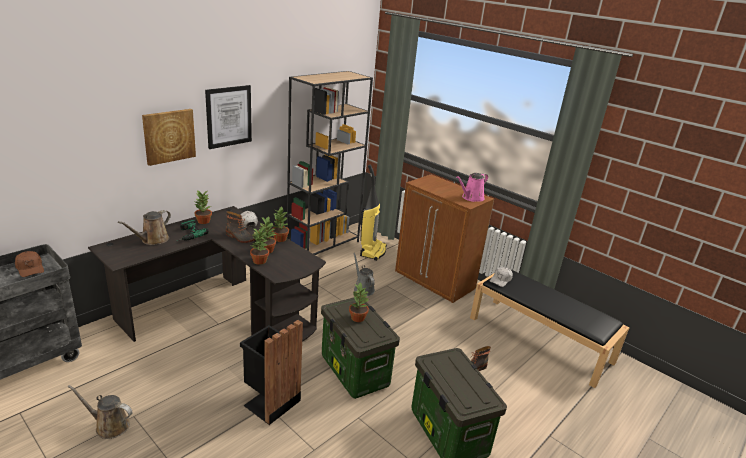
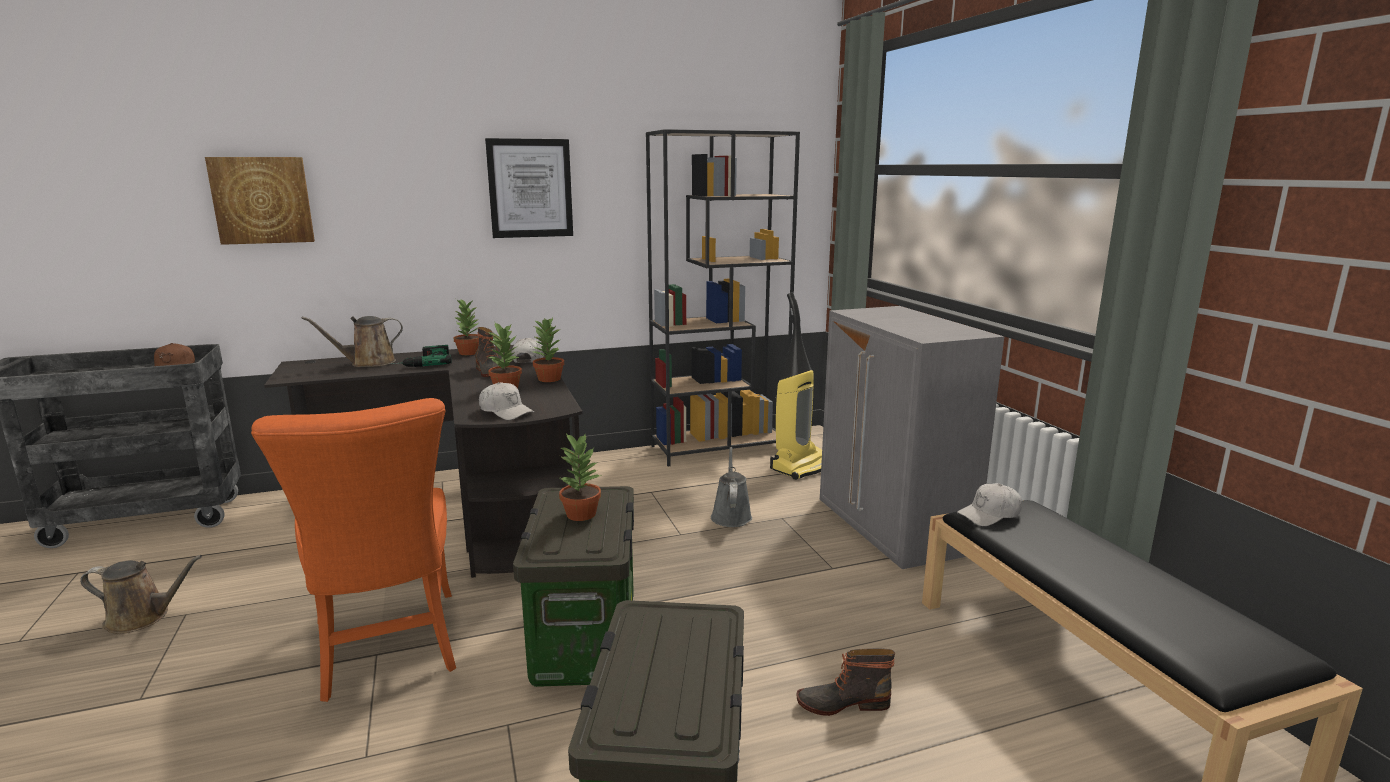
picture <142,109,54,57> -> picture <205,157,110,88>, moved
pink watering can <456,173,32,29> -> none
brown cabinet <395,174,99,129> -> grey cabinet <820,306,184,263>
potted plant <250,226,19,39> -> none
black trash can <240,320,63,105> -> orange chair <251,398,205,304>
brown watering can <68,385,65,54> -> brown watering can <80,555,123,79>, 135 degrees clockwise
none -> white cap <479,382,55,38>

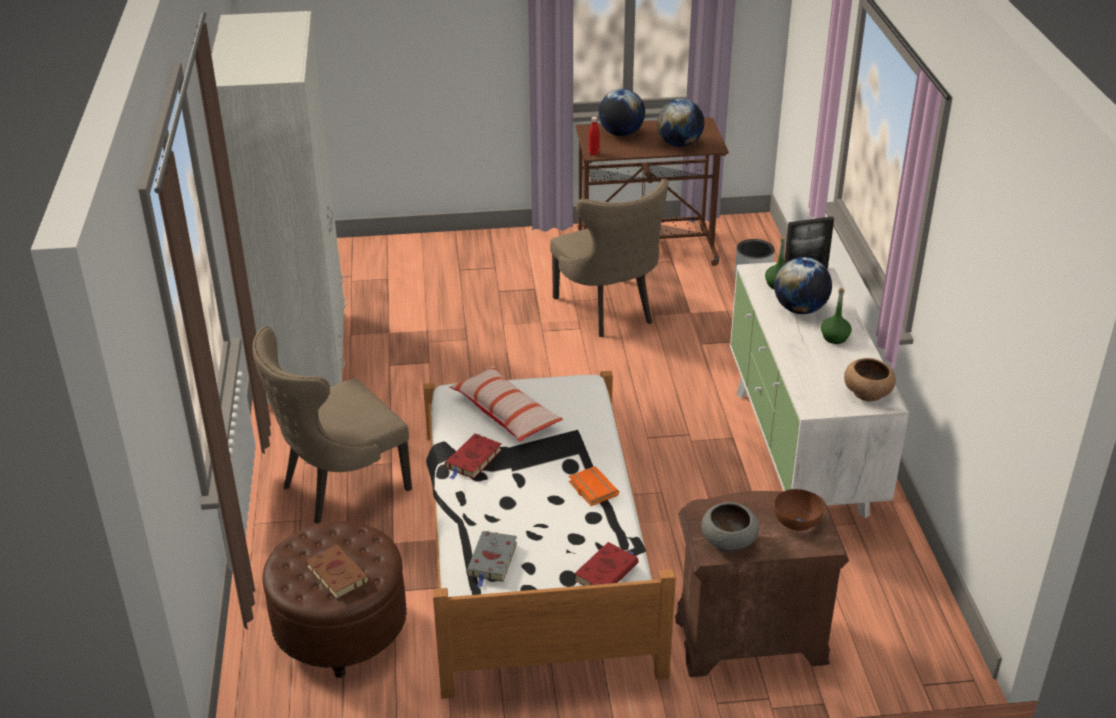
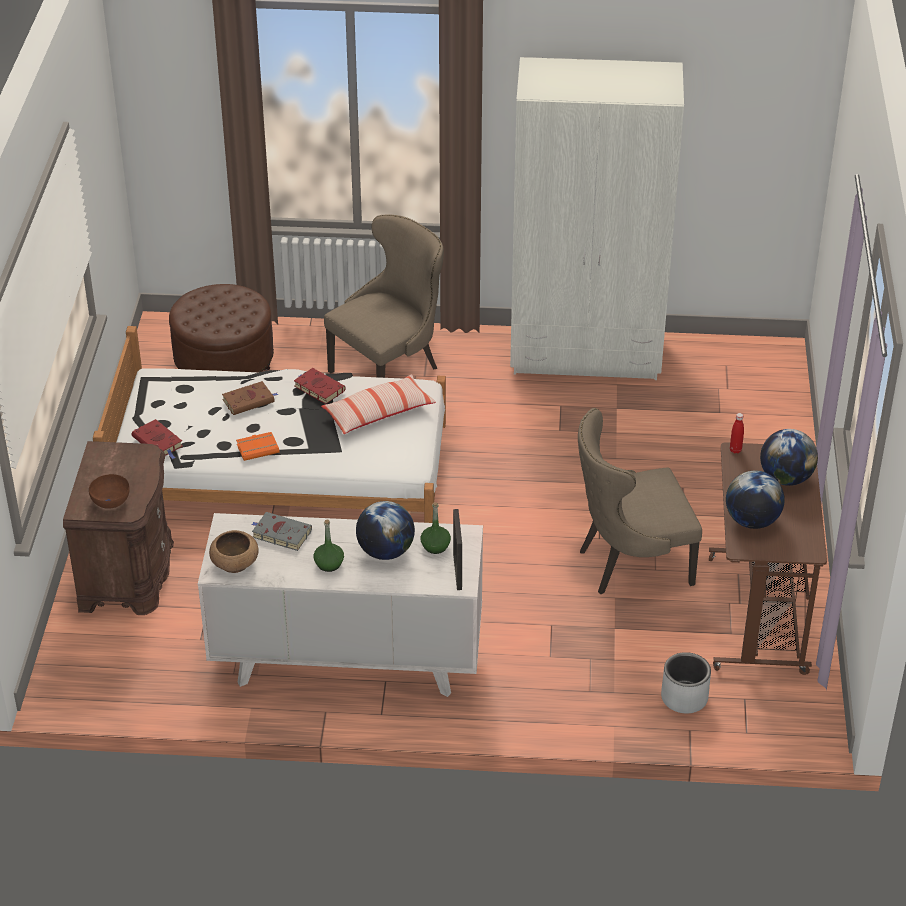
beige chair <253,327,159,197> -> beige chair <324,214,120,164>, 75 degrees clockwise
grey bowl <701,502,58,50> -> none
grey book <466,531,51,57> -> grey book <251,512,61,39>, moved
brown book <306,545,63,54> -> brown book <222,381,57,34>, moved

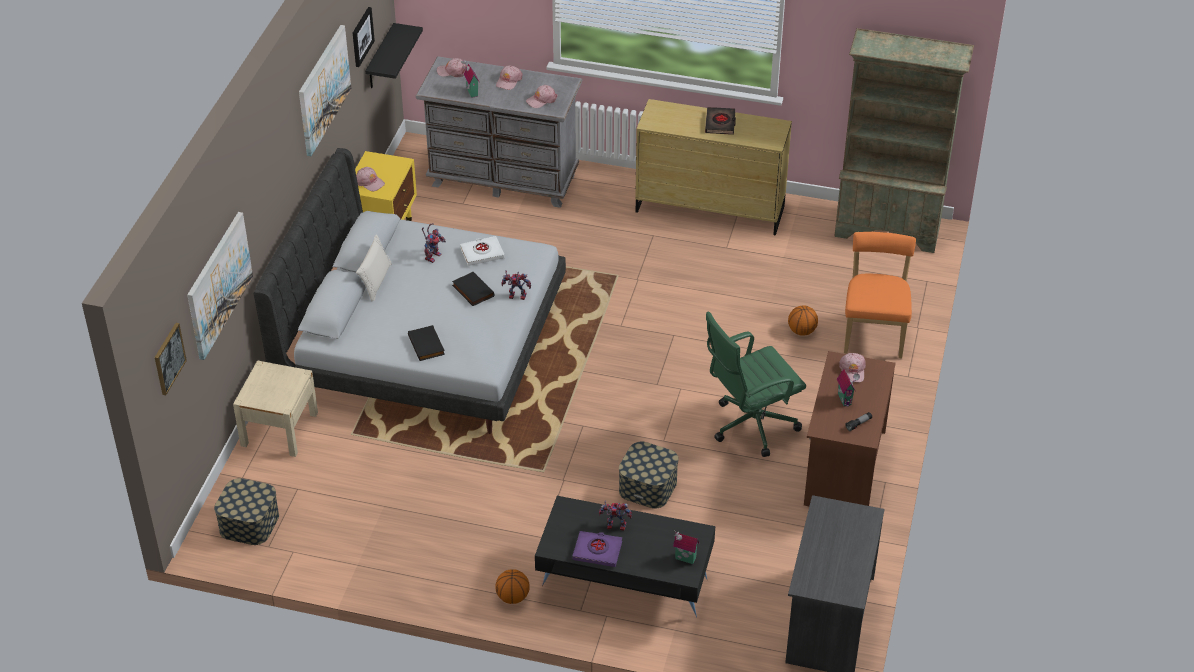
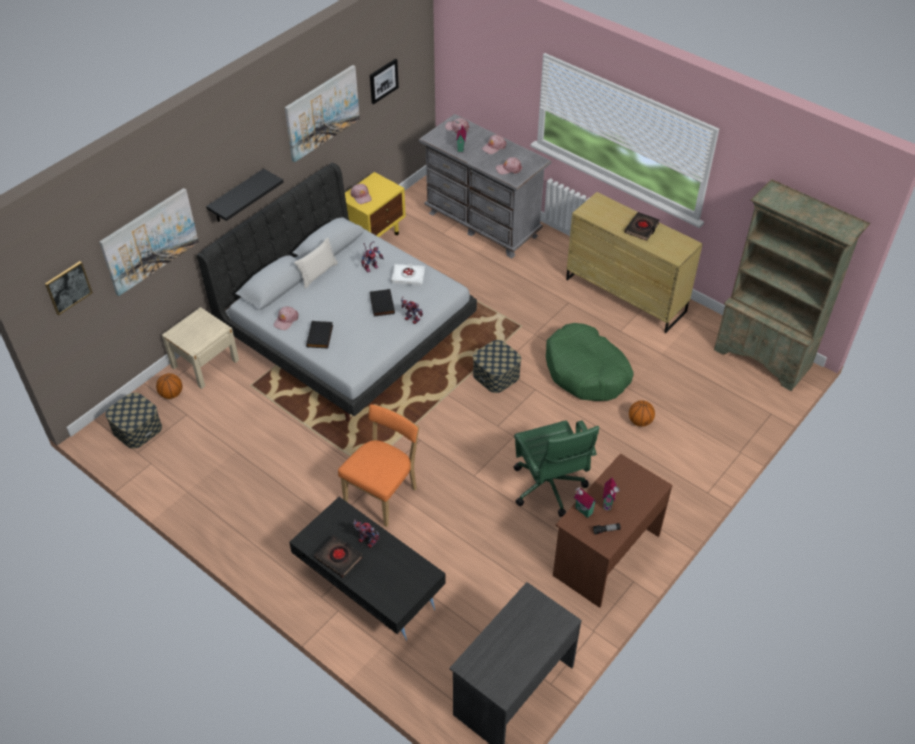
black shelf <365,23,58,65> -> black shelf <206,169,78,53>, moved
orange chair <844,232,72,126> -> orange chair <338,404,81,123>, moved
green office chair <706,311,100,146> -> green office chair <514,420,85,97>, 105 degrees counterclockwise
pink cap <839,353,27,29> -> pink cap <274,306,25,24>, moved
storage box <619,442,60,66> -> storage box <473,340,48,53>, moved
toy house <673,530,26,34> -> toy house <574,485,23,33>, moved
purple book <572,531,50,36> -> black book <314,535,49,43>
basketball <495,569,35,35> -> basketball <156,373,26,26>, moved
none -> green dog bed <546,323,88,78>

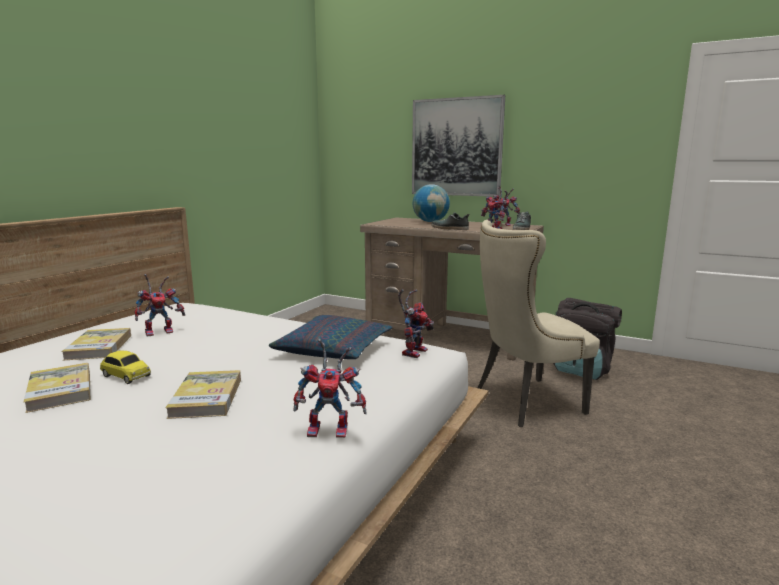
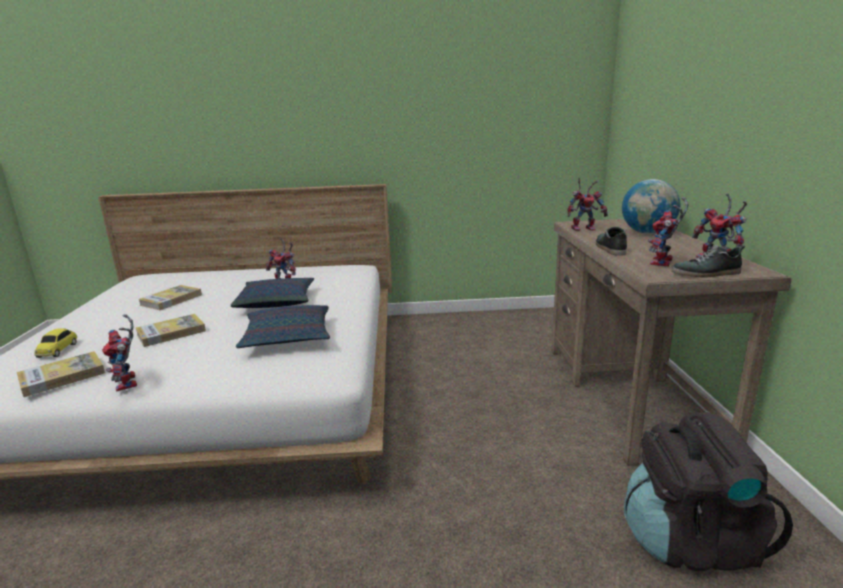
picture <412,95,93,102> -> none
beige chair <478,220,122,208> -> none
toy robot <398,290,36,68> -> toy robot <567,177,41,54>, moved
book <61,328,70,32> -> book <17,351,88,46>, moved
toy car <100,351,51,33> -> toy car <34,328,43,30>, moved
none -> blue pillow <231,278,83,30>

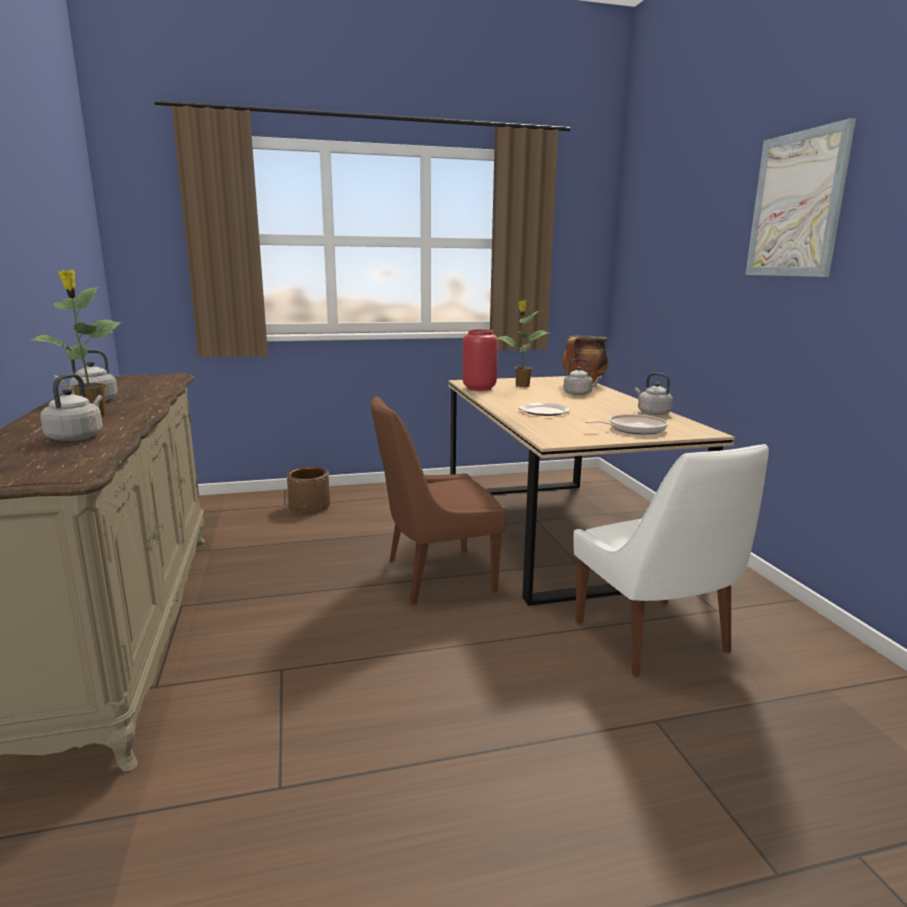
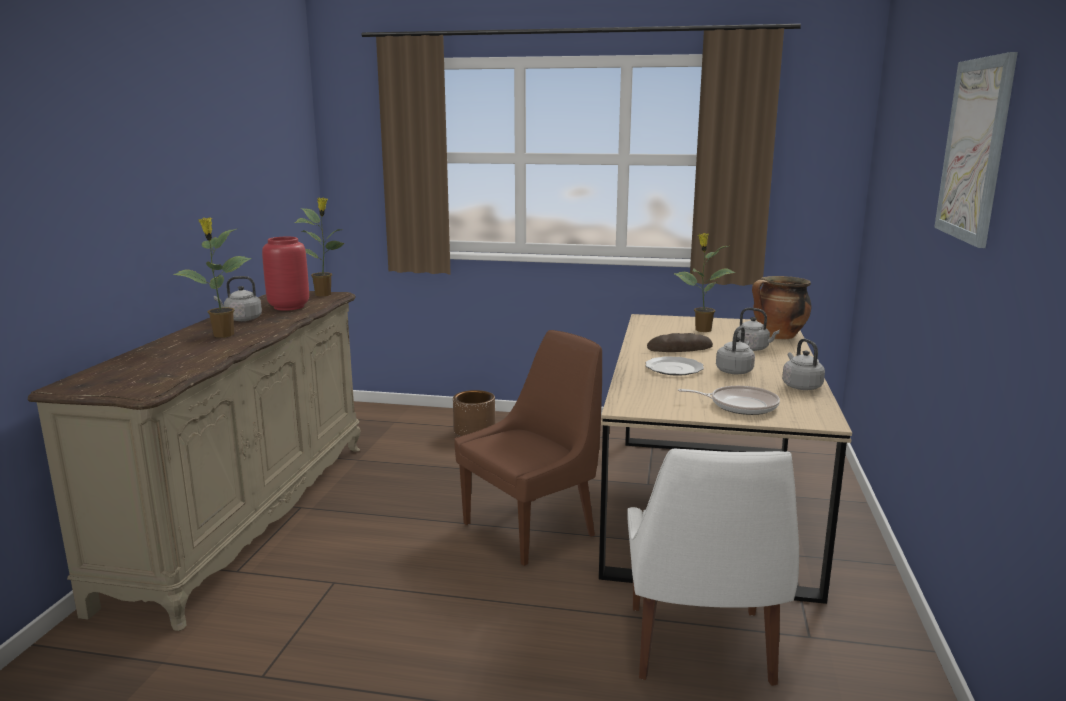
red vase <462,329,36,62> -> red vase <262,237,47,74>, moved
grey kettle <40,373,63,68> -> grey kettle <716,326,39,48>, moved
brown chair <371,396,135,209> -> brown chair <454,330,148,236>, 135 degrees clockwise
none -> potted plant <295,198,49,98>
none -> bread <647,333,66,19>

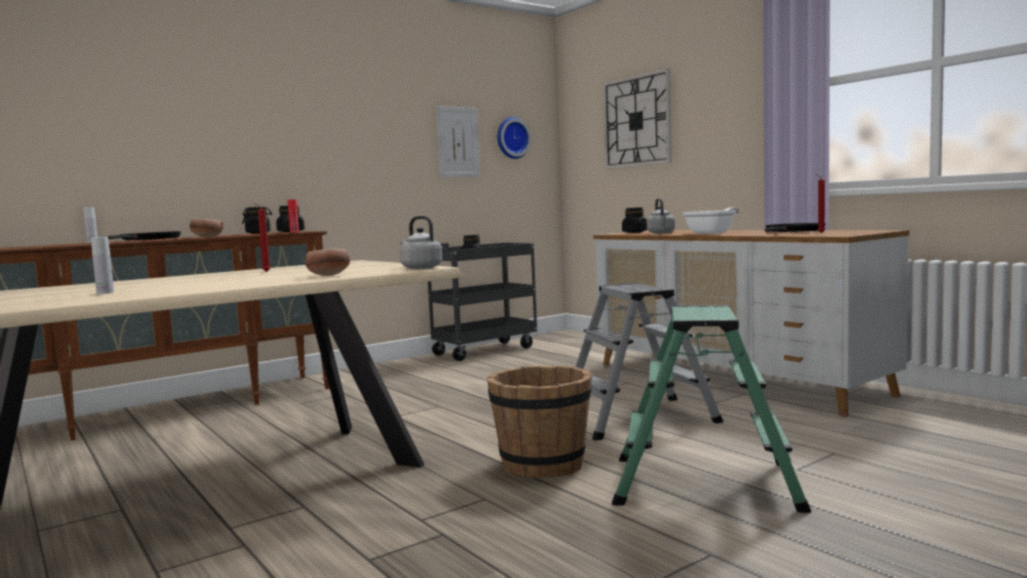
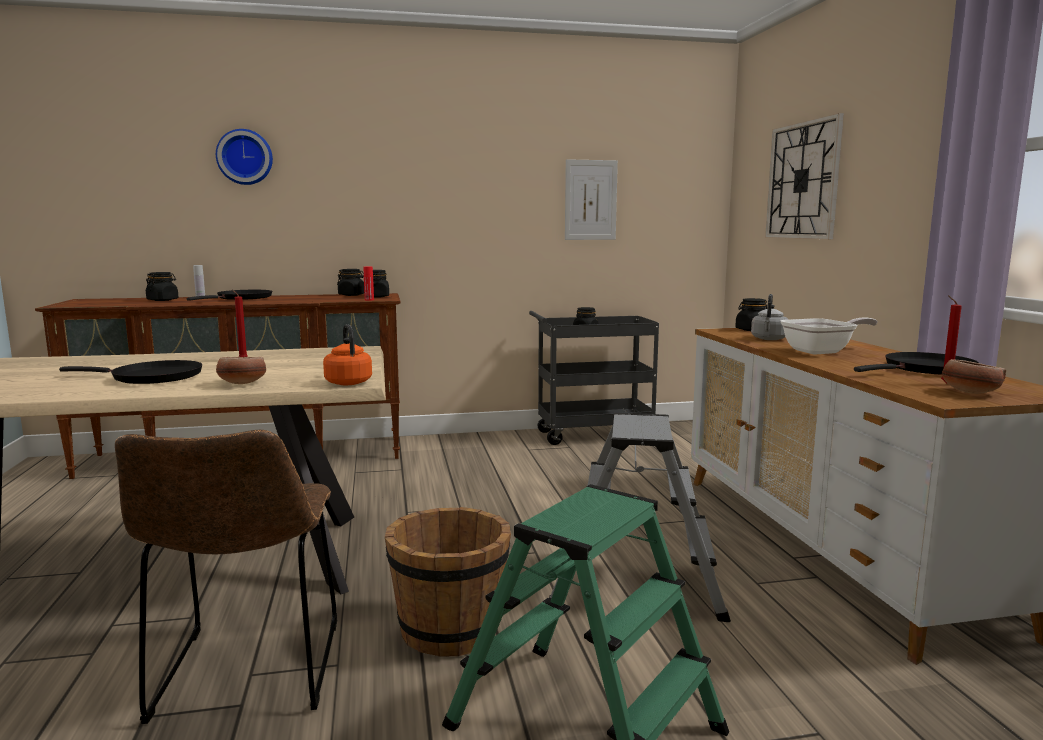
wall clock <497,117,34,42> -> wall clock <216,129,57,56>, moved
grey kettle <400,216,42,53> -> orange kettle <323,324,49,61>
bowl <190,219,33,18> -> bowl <942,359,64,35>, moved
white bottle <91,237,23,57> -> none
none -> black jar <146,272,33,29>
none -> black frying pan <59,360,143,24>
none -> brown chair <115,430,222,294>

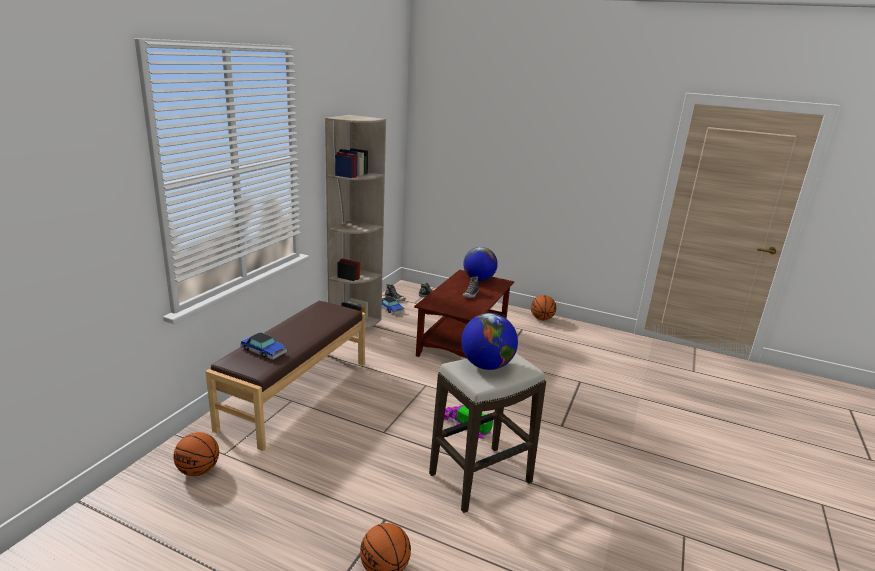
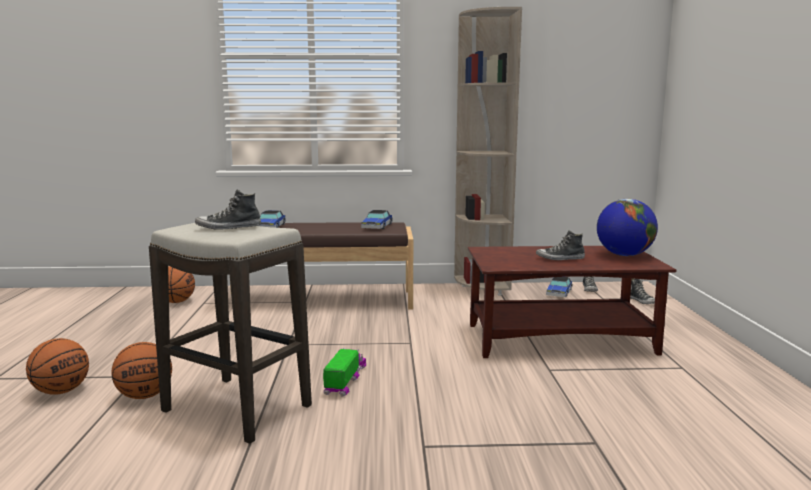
basketball <531,295,25,25> -> basketball <112,342,60,57>, moved
globe <461,313,57,57> -> shoe <195,189,66,40>
none -> toy car <361,210,32,19>

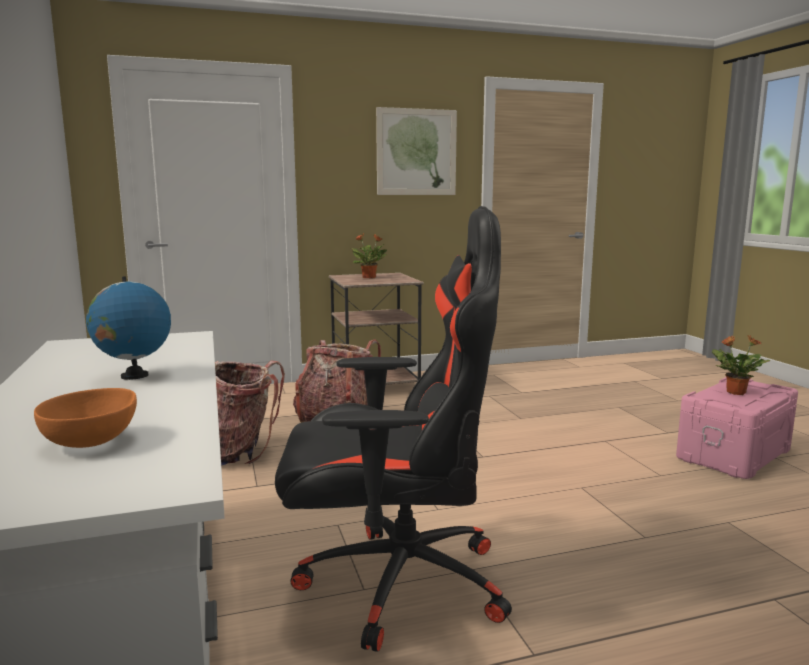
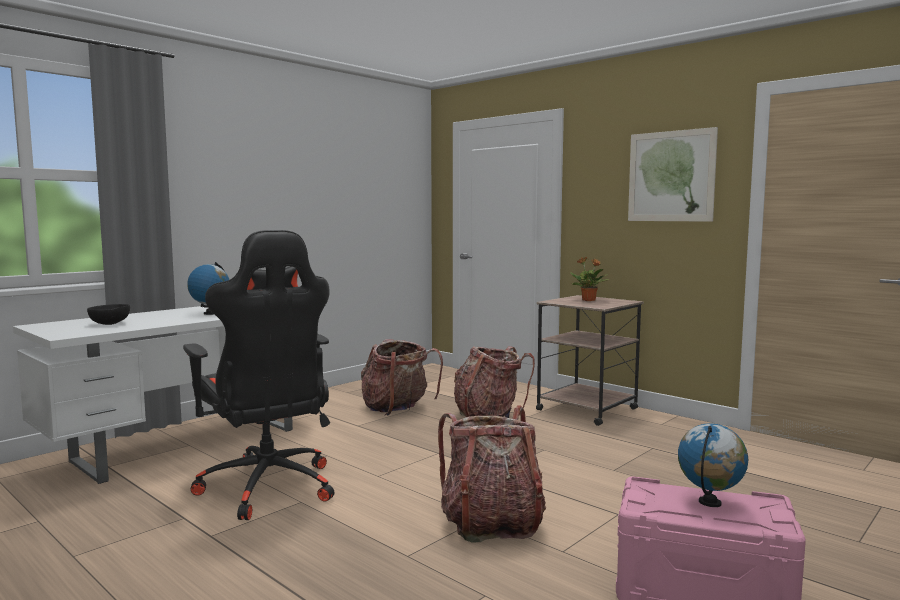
potted plant <712,335,59,60> -> globe <678,423,70,84>
orange bowl <34,388,103,60> -> black bowl <87,304,43,21>
none -> backpack <438,405,108,138>

